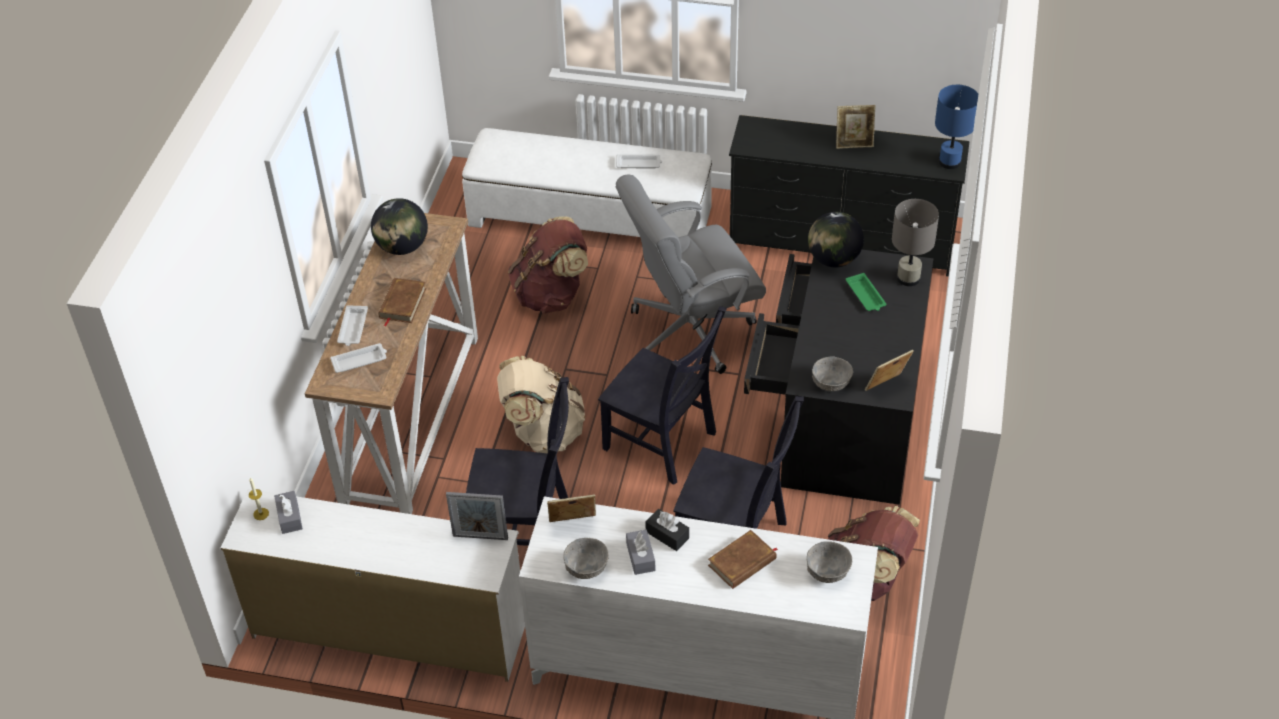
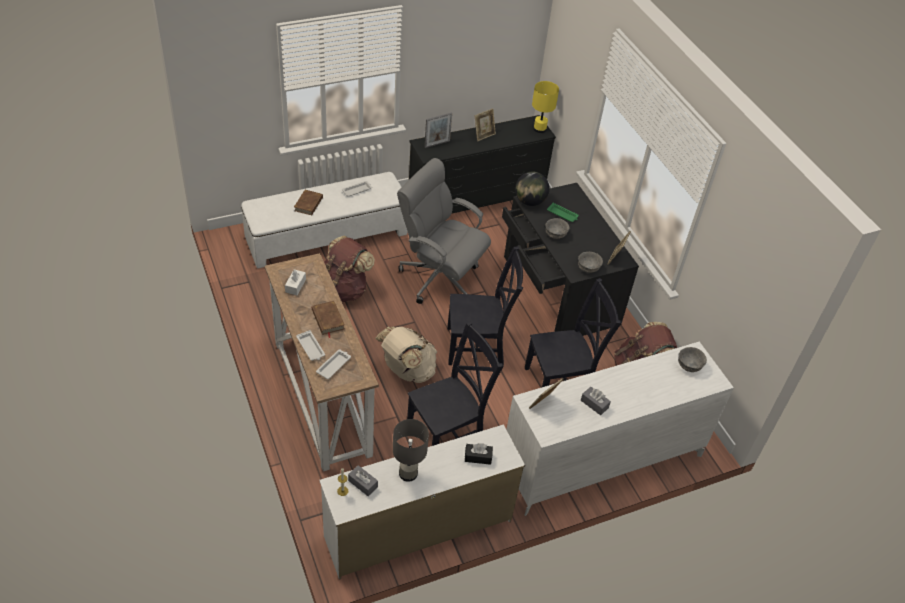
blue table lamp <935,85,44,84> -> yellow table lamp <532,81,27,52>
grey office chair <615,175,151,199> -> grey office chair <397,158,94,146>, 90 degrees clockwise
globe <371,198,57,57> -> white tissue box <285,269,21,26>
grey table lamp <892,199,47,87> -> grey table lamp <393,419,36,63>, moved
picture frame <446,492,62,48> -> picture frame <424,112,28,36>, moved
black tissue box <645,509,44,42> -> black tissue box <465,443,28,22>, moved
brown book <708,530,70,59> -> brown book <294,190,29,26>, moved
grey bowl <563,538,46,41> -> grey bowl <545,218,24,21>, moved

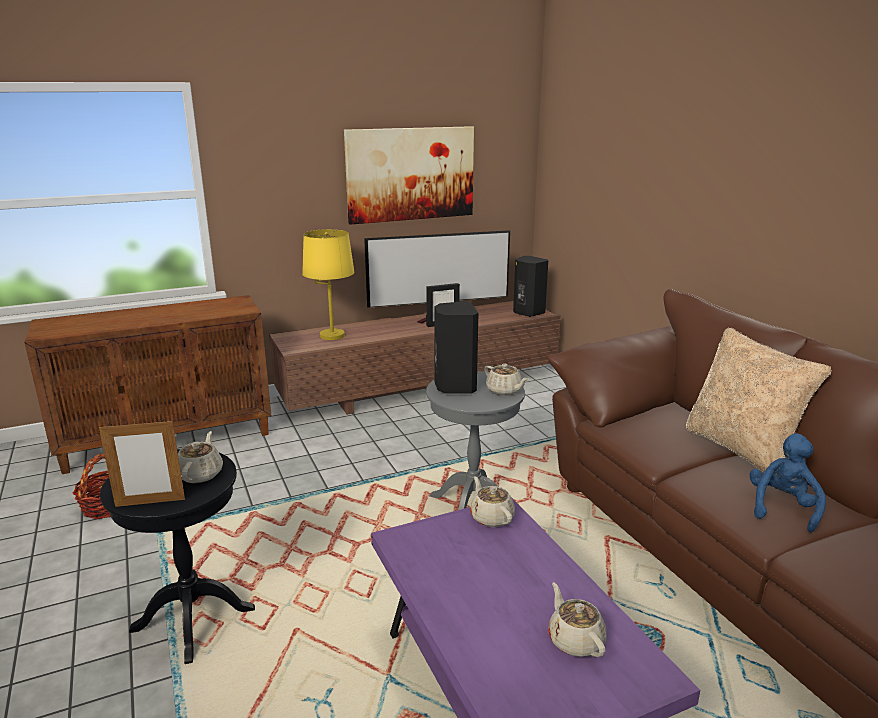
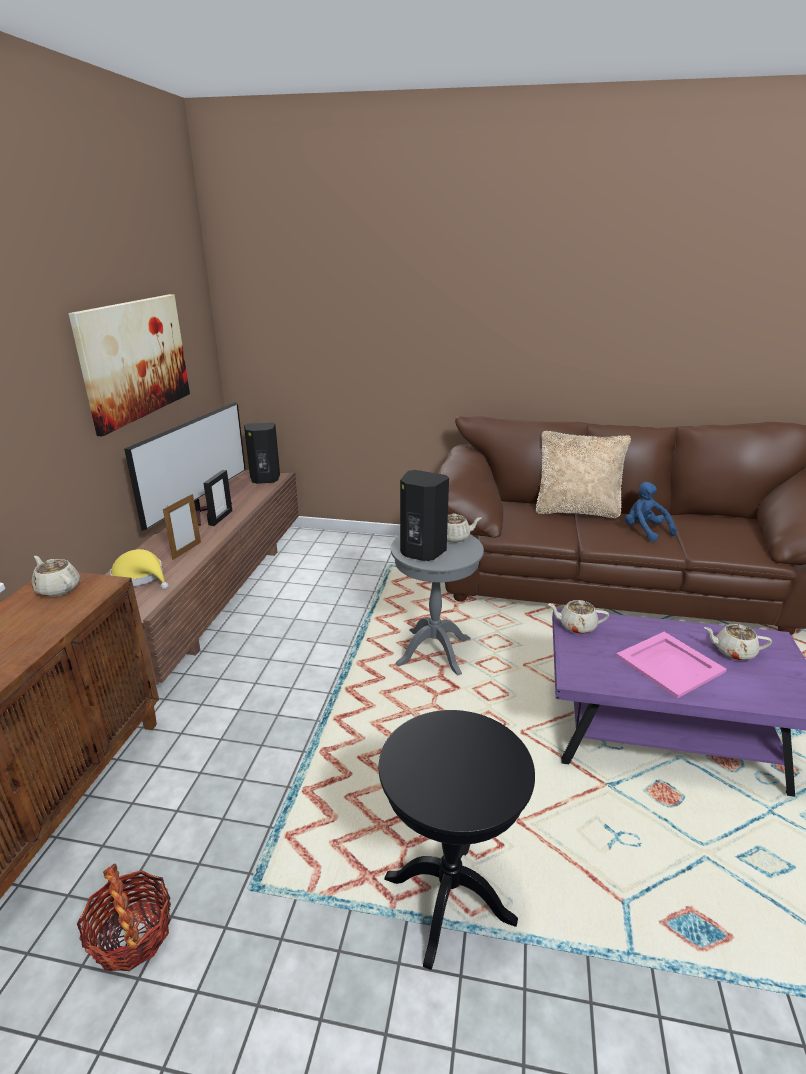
yellow table lamp <302,229,53,111> -> yellow hat <110,549,59,41>
picture frame <99,419,86,88> -> picture frame <163,494,38,66>, moved
beige teapot <178,431,45,52> -> beige teapot <31,556,49,41>, moved
none -> pink tray <616,632,111,66>

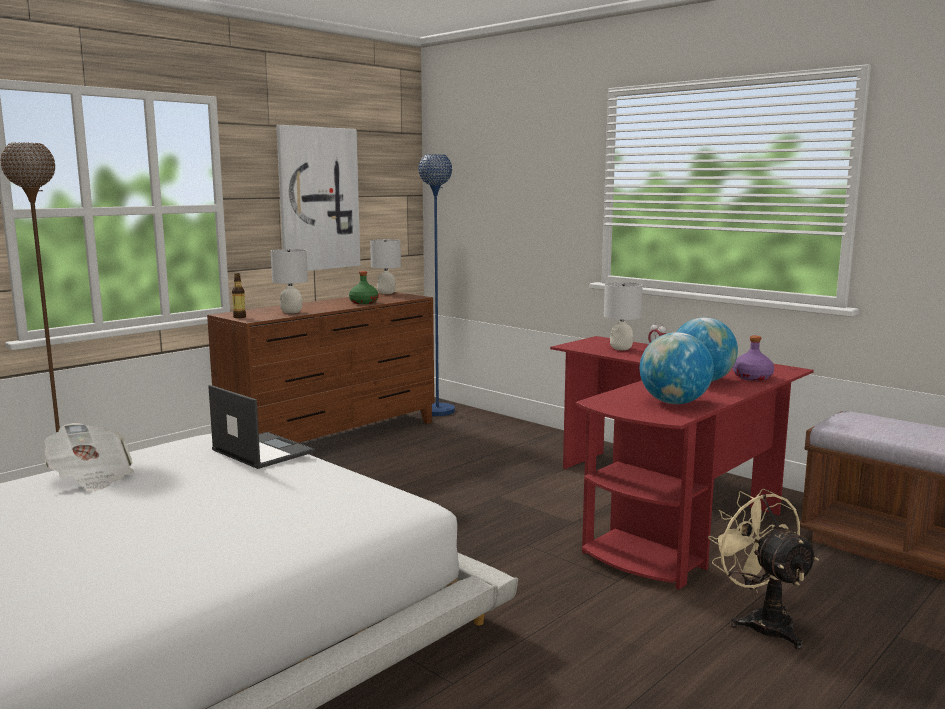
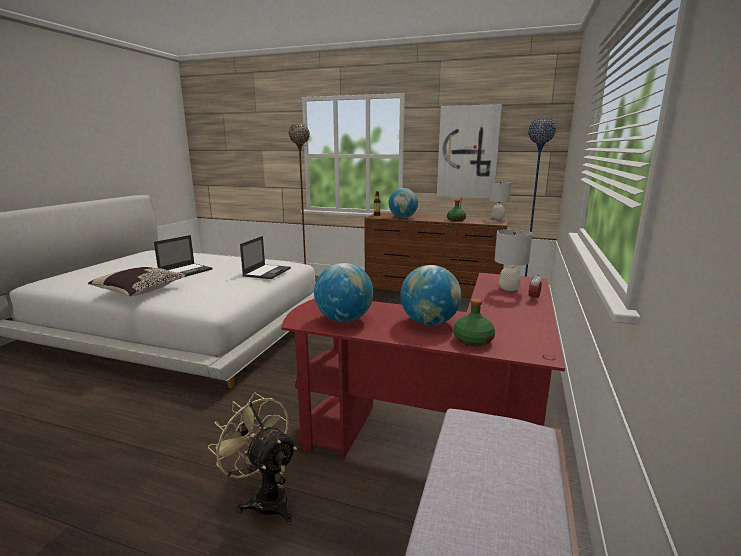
grey table lamp <271,249,37,64> -> globe <389,188,29,30>
purple bottle <733,336,41,45> -> green bottle <454,298,41,48>
newspaper <44,423,90,68> -> none
beige fan <708,489,111,160> -> beige fan <208,392,89,130>, 90 degrees counterclockwise
none -> laptop <154,235,59,42>
none -> pillow <88,267,97,30>

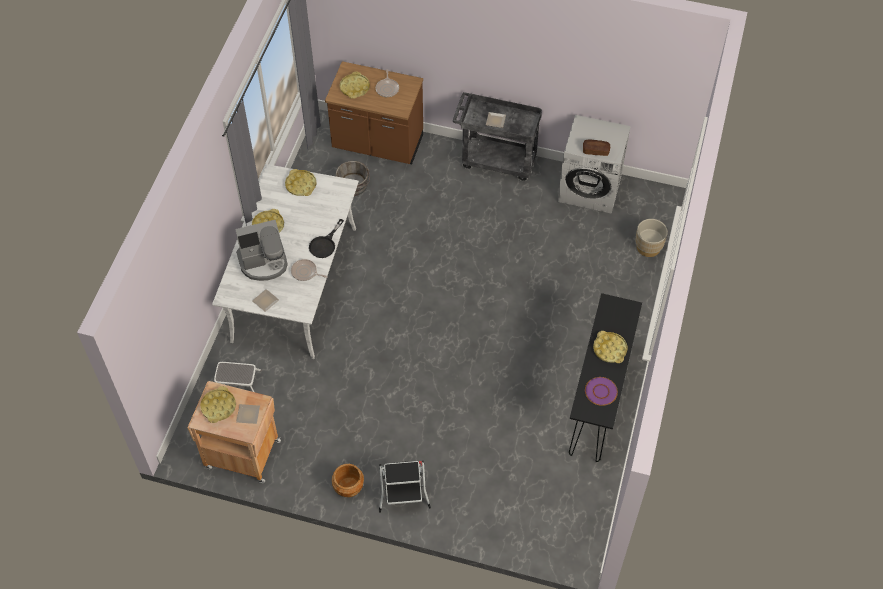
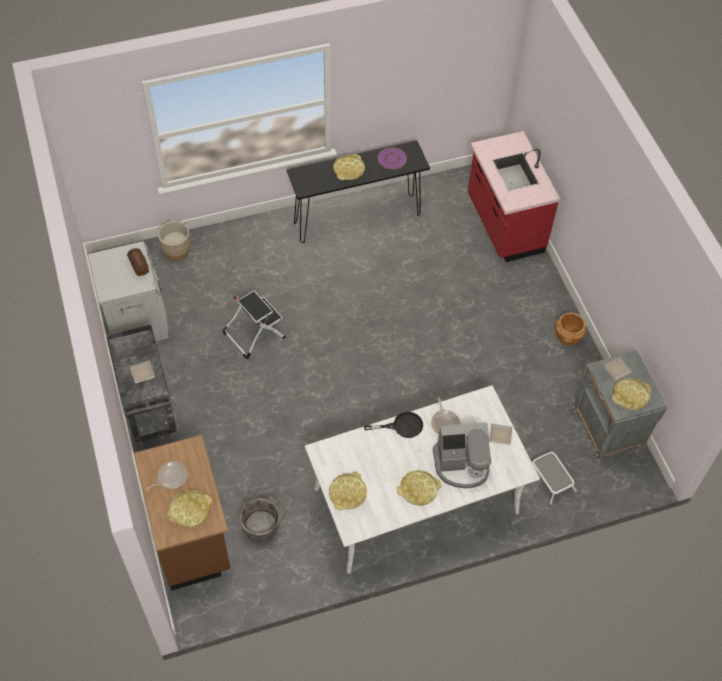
coffee machine <235,220,53,61> -> coffee machine <433,422,58,66>, 135 degrees clockwise
brown cart <187,381,94,102> -> grey cart <572,351,95,109>
step ladder <379,461,52,52> -> step ladder <222,291,64,68>, moved
none -> red counter <468,131,92,131>

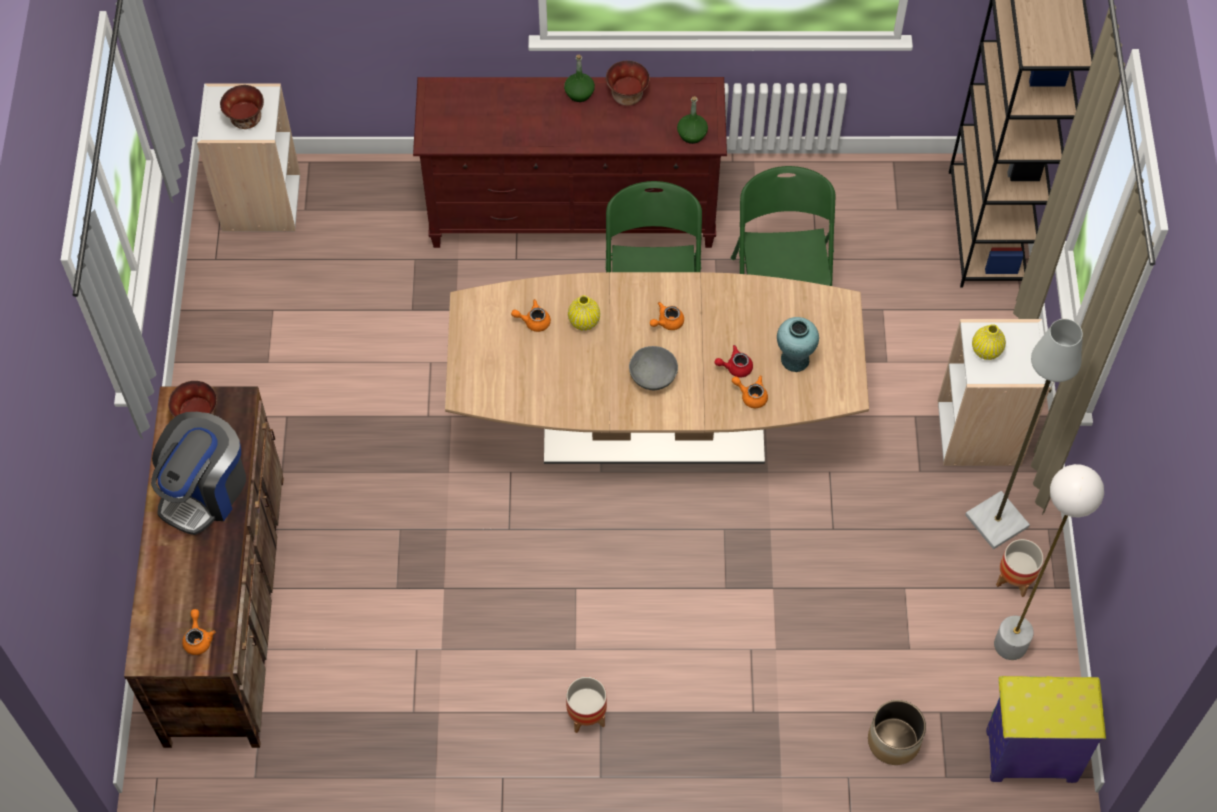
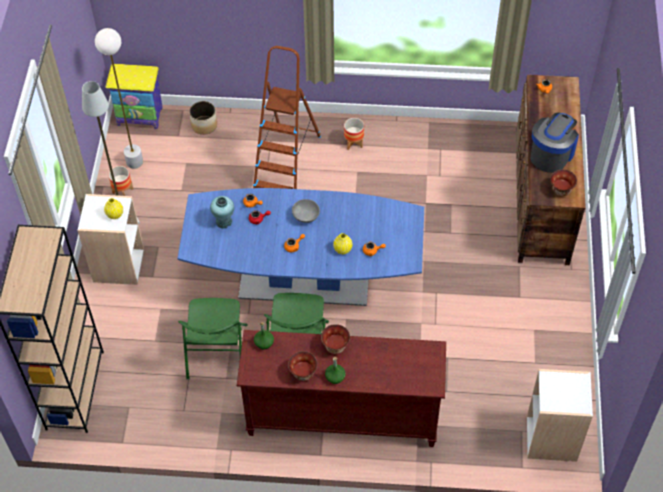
bowl <220,85,44,44> -> bowl <321,324,29,30>, moved
brown dining table <445,272,424,192> -> blue dining table <178,188,246,118>
none -> brown step ladder <253,46,68,143>

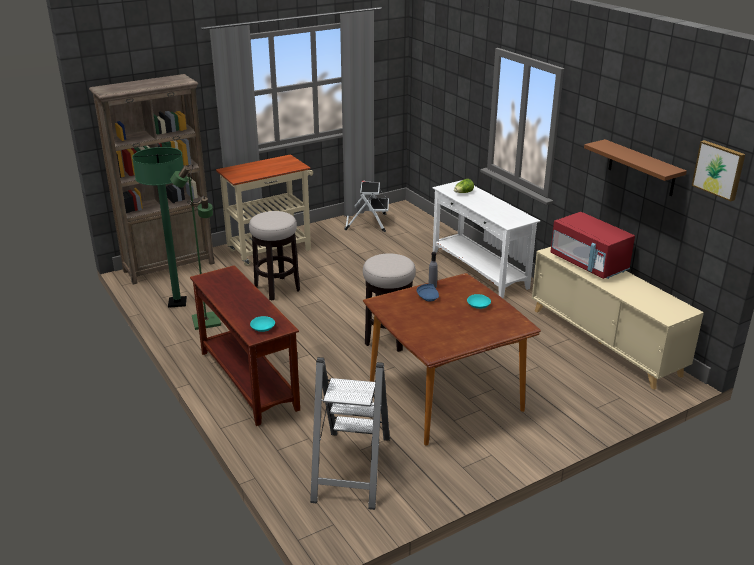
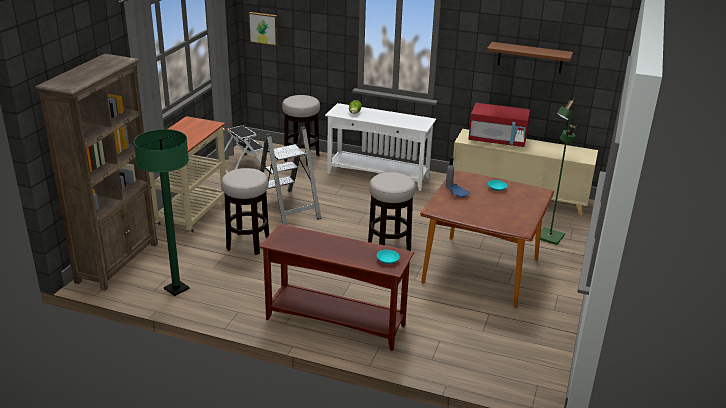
picture <692,140,53,61> -> picture <248,12,30,34>, moved
green floor lamp <170,164,51,166> -> green floor lamp <535,98,41,147>, moved
grey step ladder <310,357,80,153> -> grey step ladder <260,127,62,98>, moved
none -> stool <282,95,38,71>

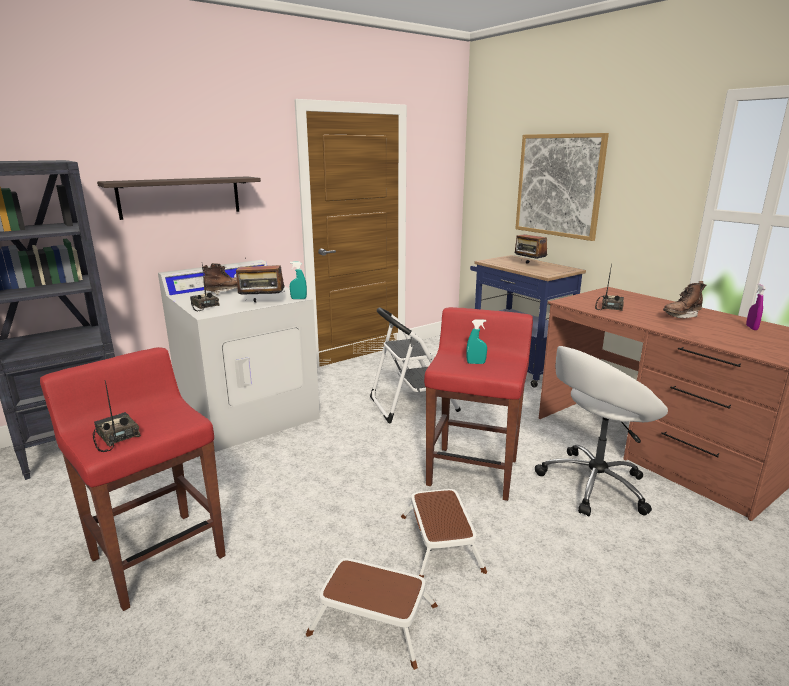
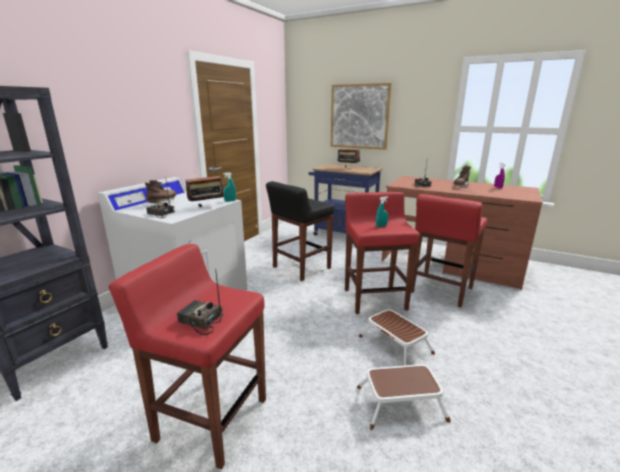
shelf <97,176,164,44> -> none
step ladder <370,307,91,116> -> black stool <266,181,68,100>
white office chair <535,346,133,170> -> red stool <411,194,76,113>

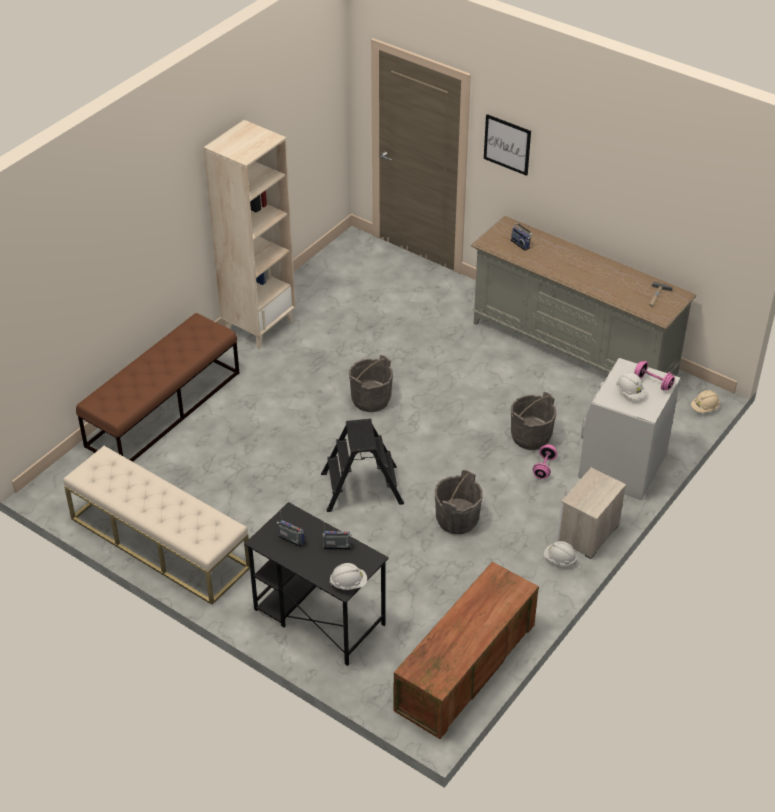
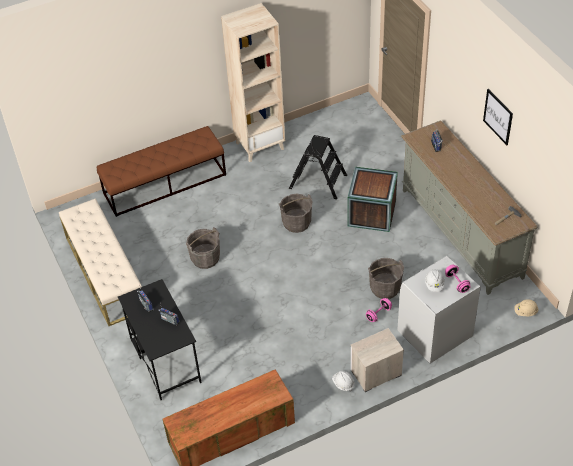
picture <484,114,47,62> -> picture <483,89,30,56>, moved
black step ladder <321,419,83,93> -> black step ladder <289,135,59,65>, moved
grey bucket <435,470,47,64> -> grey bucket <186,227,34,42>, moved
white hard hat <330,563,37,27> -> none
none -> crate <347,167,51,65>

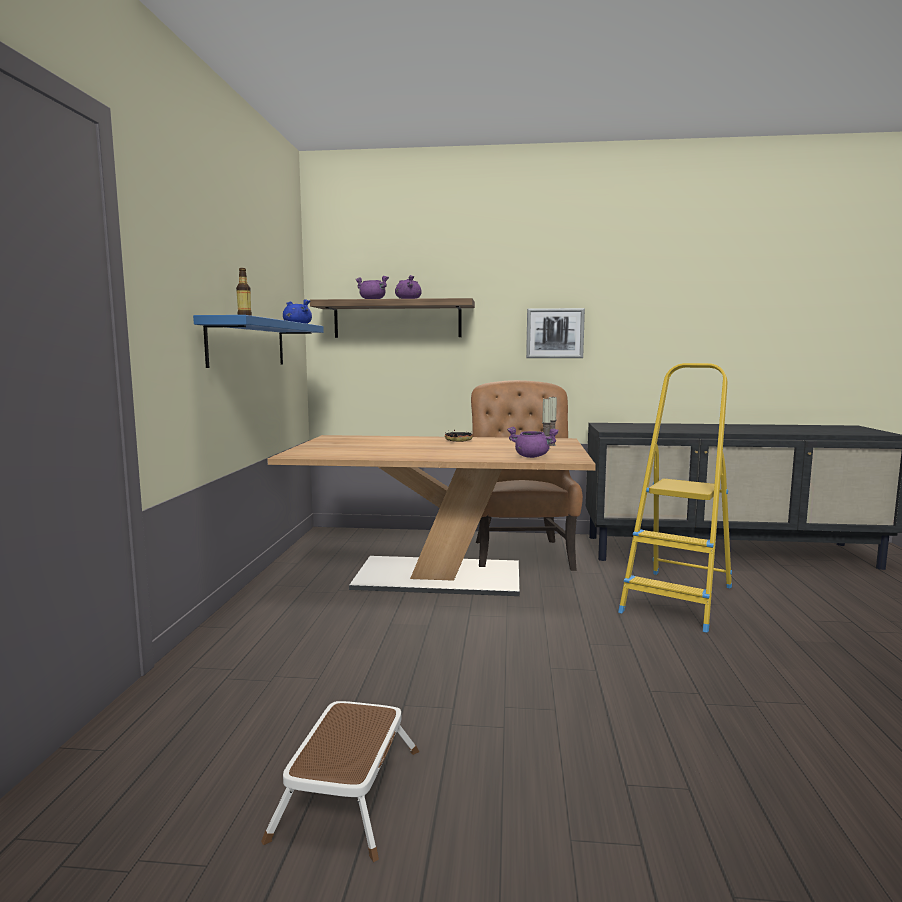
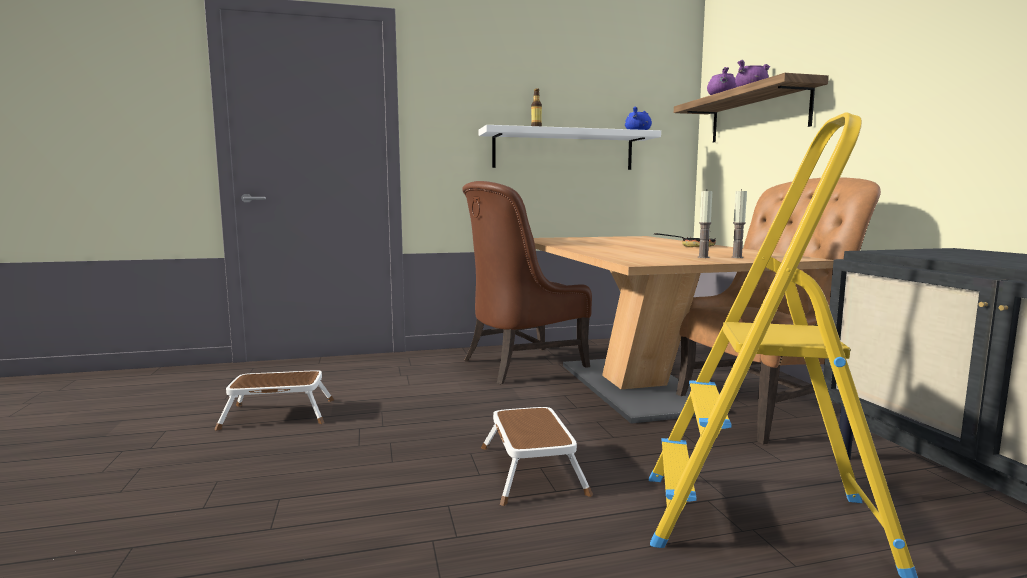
picture <526,308,59,50> -> none
blue shelf <193,315,131,53> -> white shelf <479,125,182,45>
purple cooking pot <507,427,52,31> -> none
none -> brown chair <462,181,130,203>
none -> brown step ladder <481,407,112,99>

